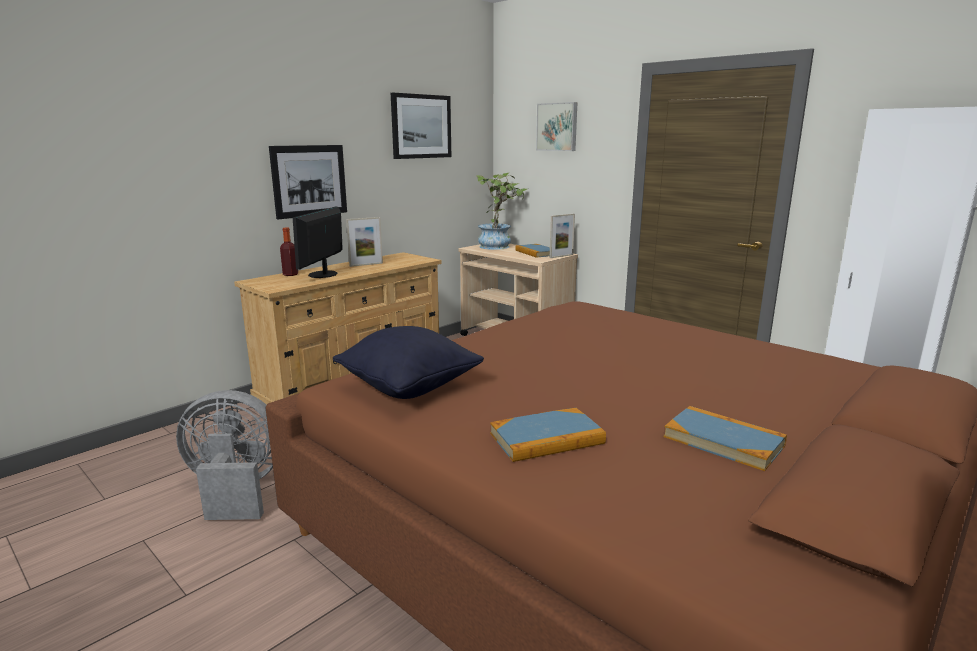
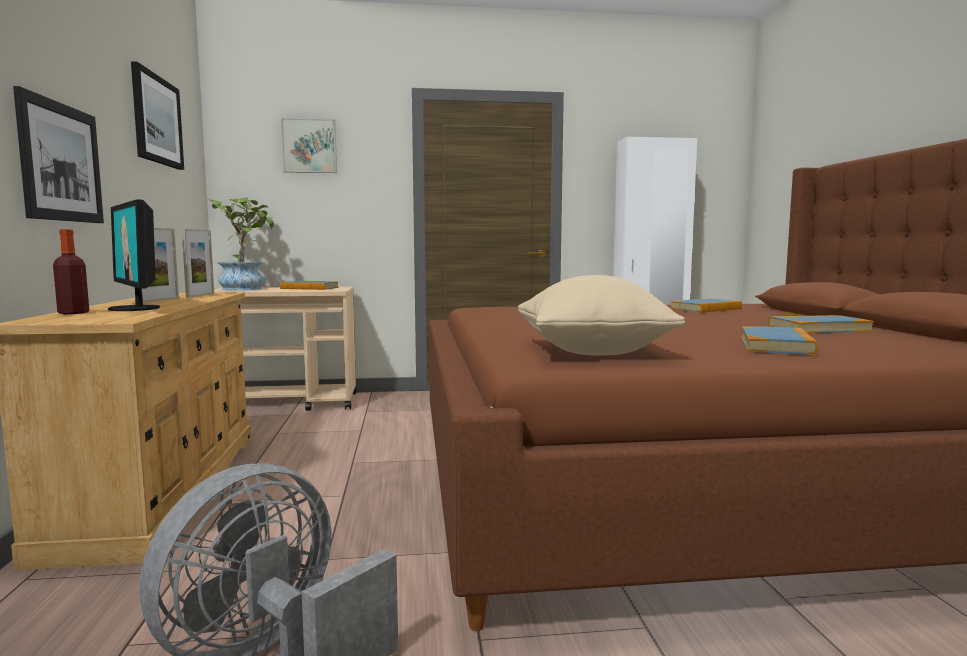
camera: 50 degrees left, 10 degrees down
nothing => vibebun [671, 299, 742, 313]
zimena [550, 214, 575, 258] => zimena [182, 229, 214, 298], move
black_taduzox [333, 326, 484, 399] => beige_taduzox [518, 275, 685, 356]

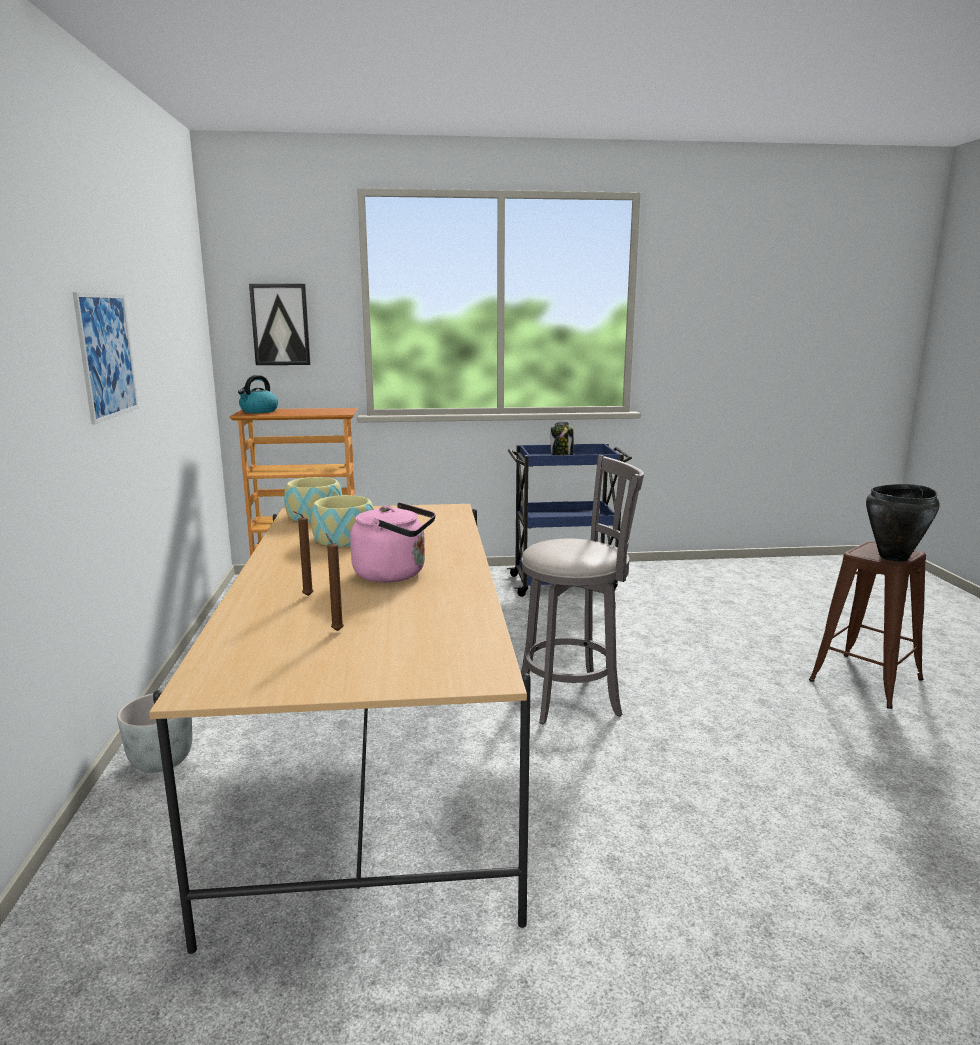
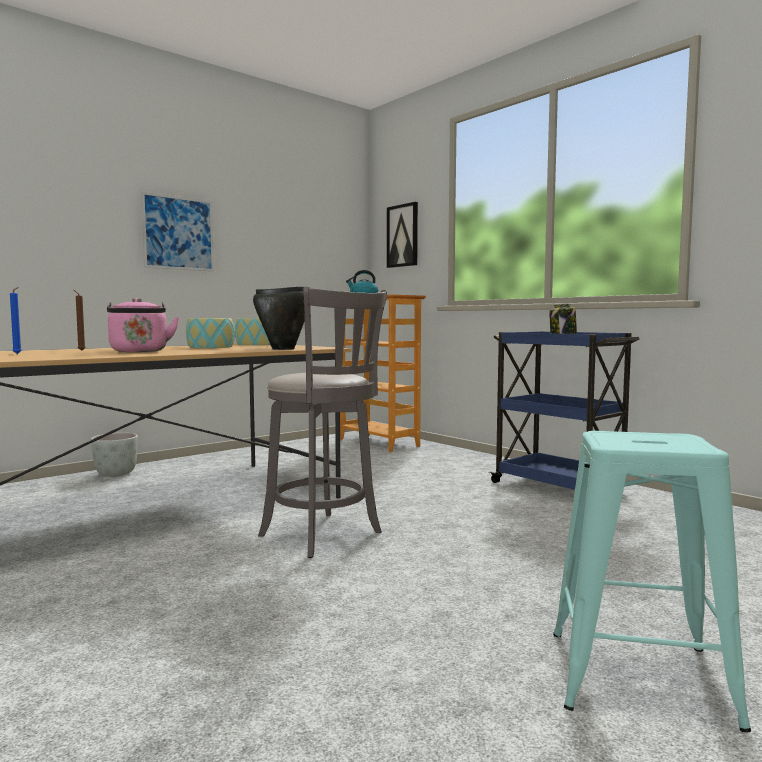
camera: 55 degrees right, 10 degrees down
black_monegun [866, 484, 940, 562] => black_monegun [253, 287, 305, 350], move
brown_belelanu [326, 533, 344, 631] => blue_belelanu [10, 287, 22, 354]
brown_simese [809, 541, 926, 709] => turquoise_simese [553, 431, 751, 732]

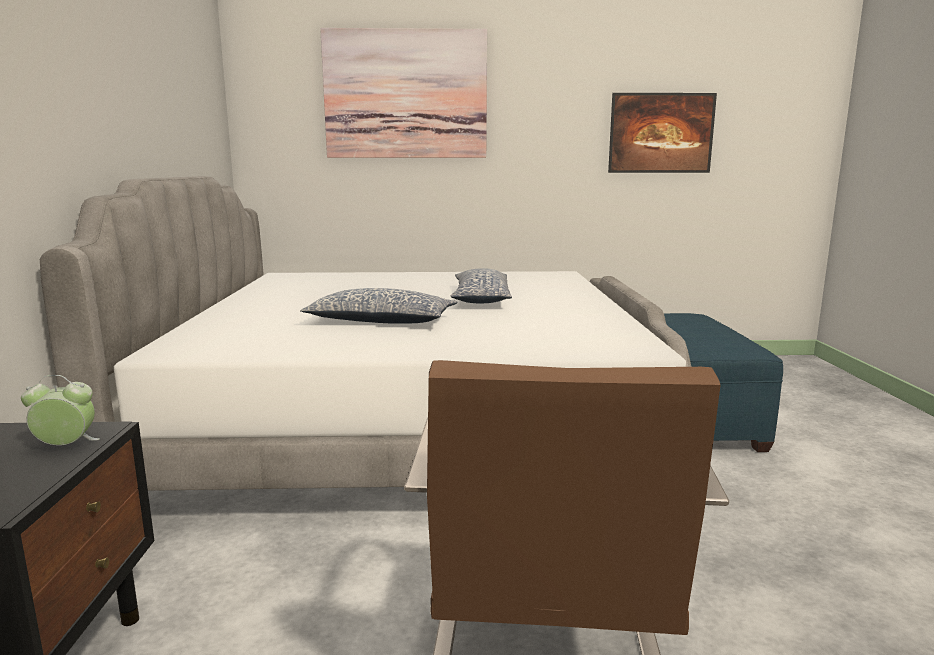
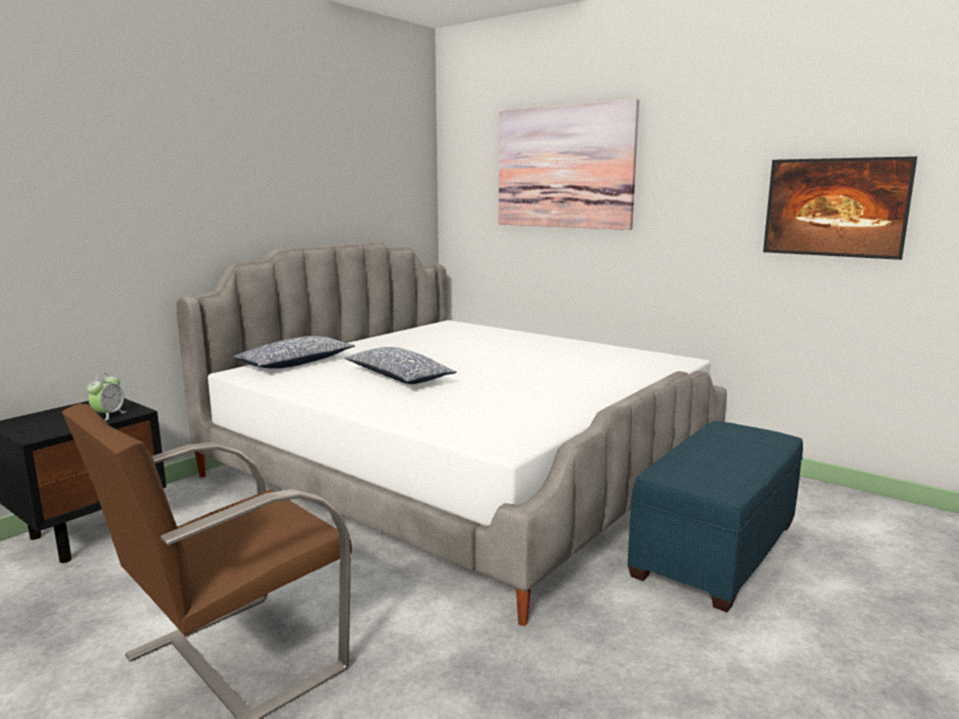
camera: 40 degrees right, 0 degrees up
taduzox [450, 268, 512, 303] => taduzox [233, 336, 355, 369], move
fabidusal [21, 375, 100, 445] => fabidusal [87, 373, 127, 421], 75 degrees clockwise

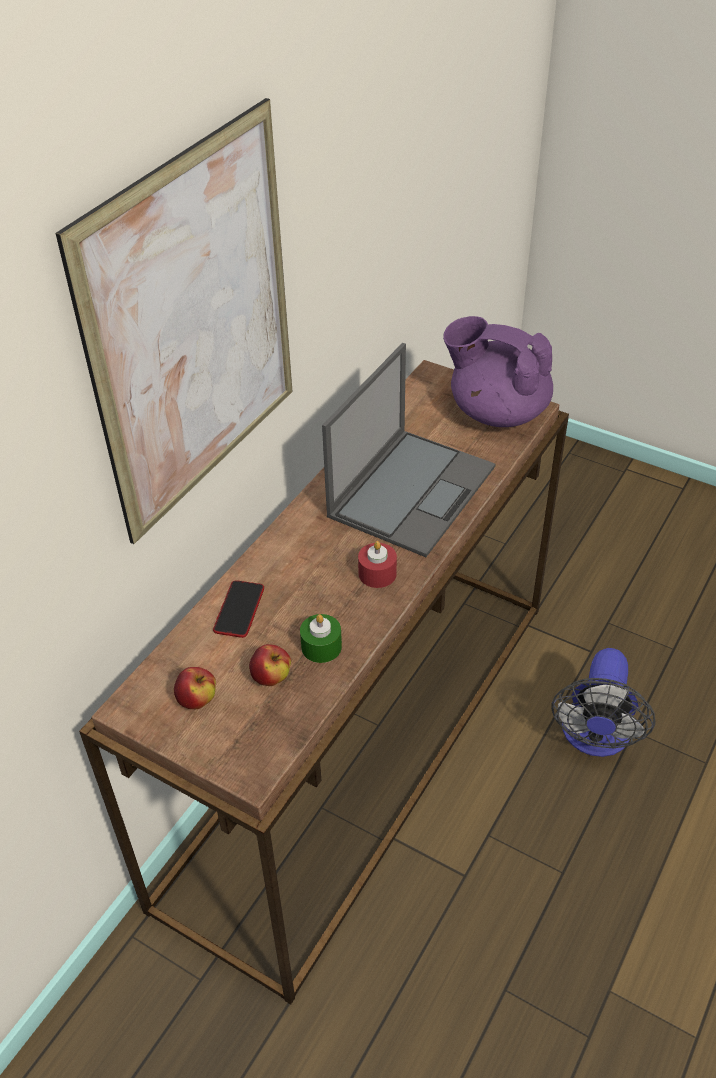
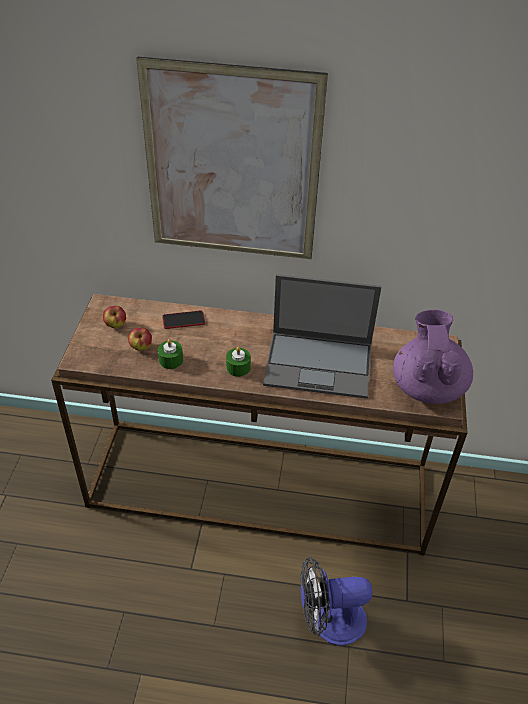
camera: 65 degrees right, 0 degrees up
red_belelanu [358, 541, 397, 588] => green_belelanu [226, 347, 251, 377]

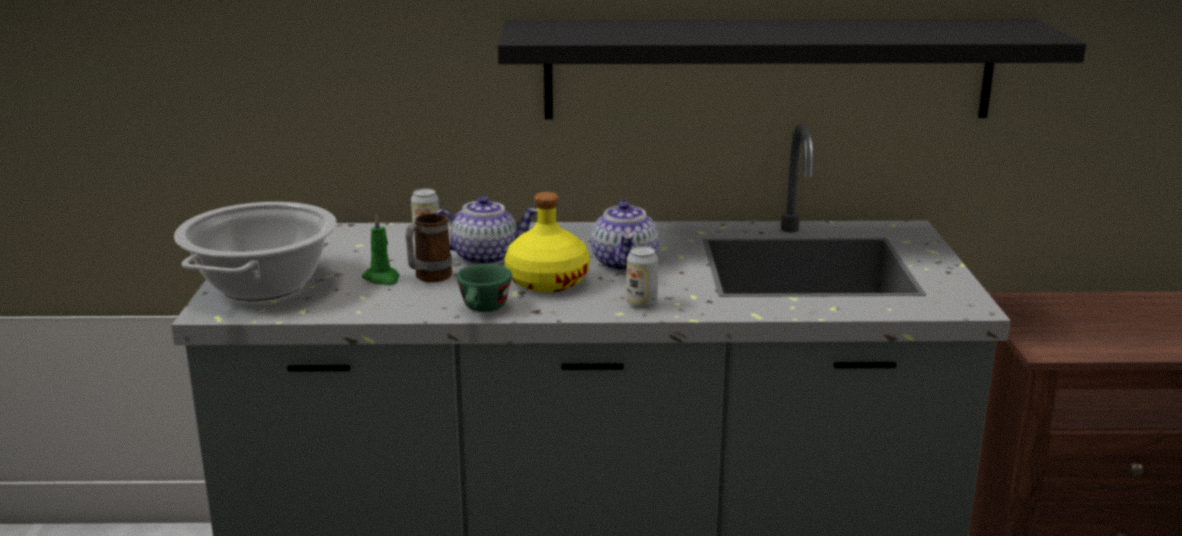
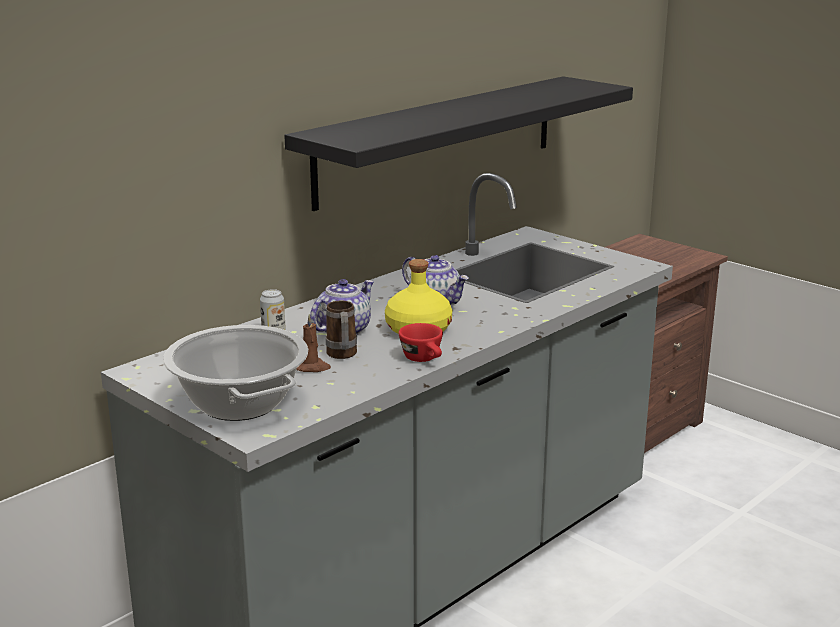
camera: 45 degrees left, 0 degrees up
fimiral [626, 246, 658, 308] => nothing
green_belelanu [362, 214, 399, 285] => brown_belelanu [296, 314, 331, 372]
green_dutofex [456, 264, 512, 312] => red_dutofex [399, 323, 443, 362]

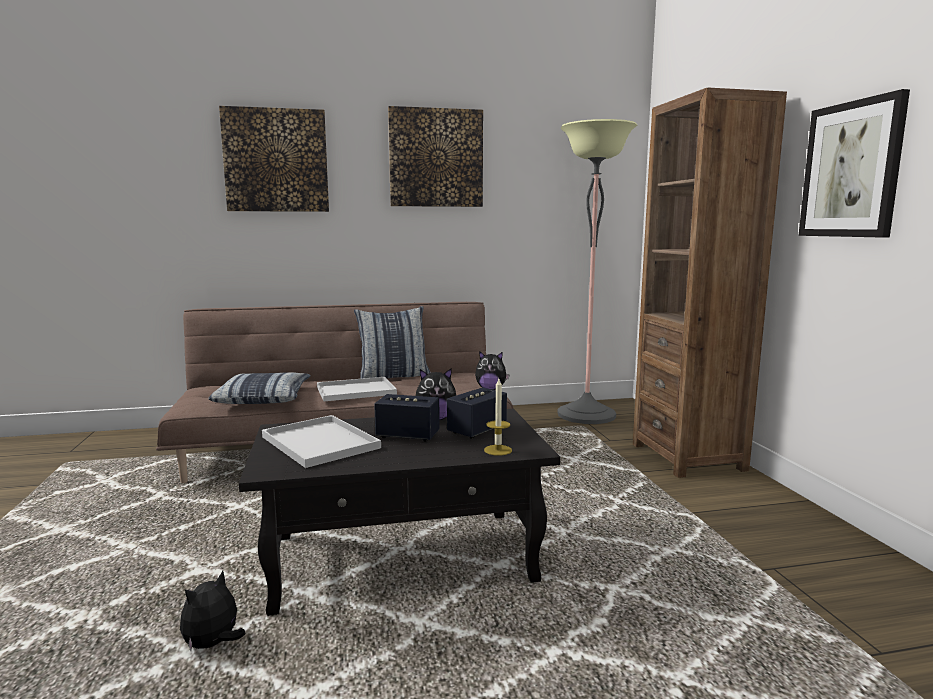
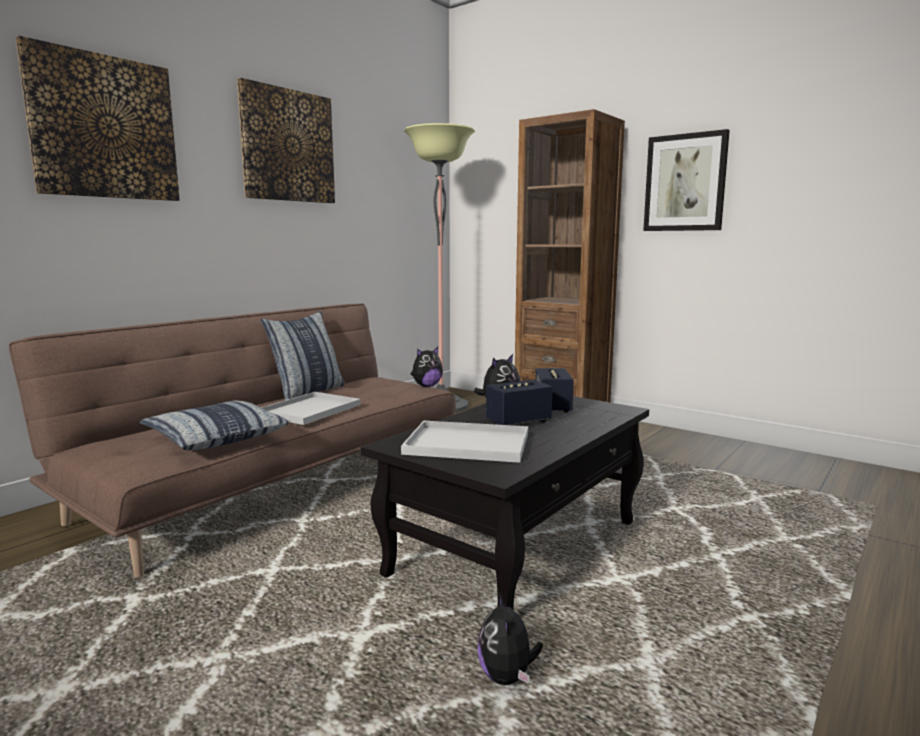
camera: 40 degrees left, 0 degrees up
belelanu [484, 379, 512, 456] => nothing

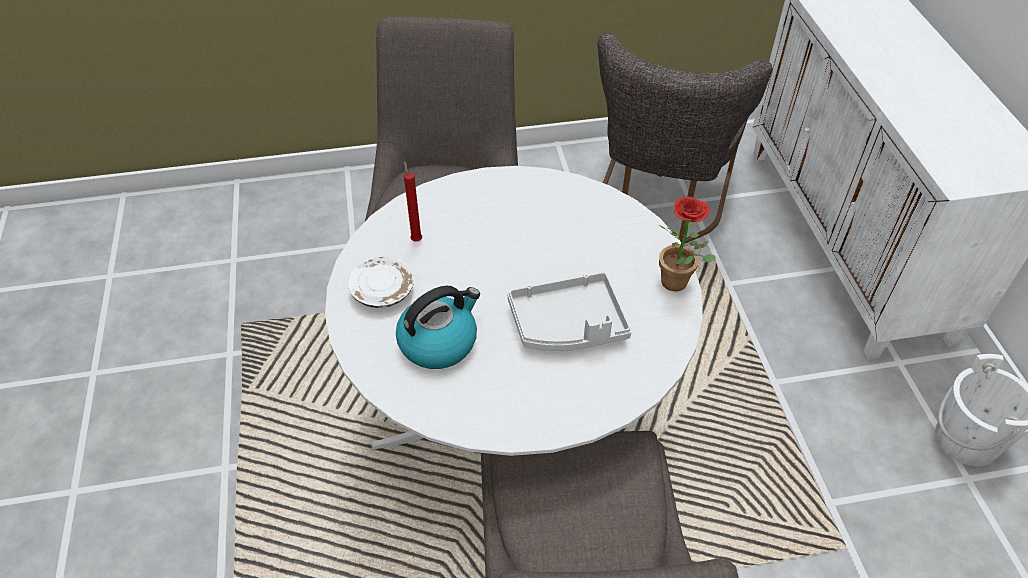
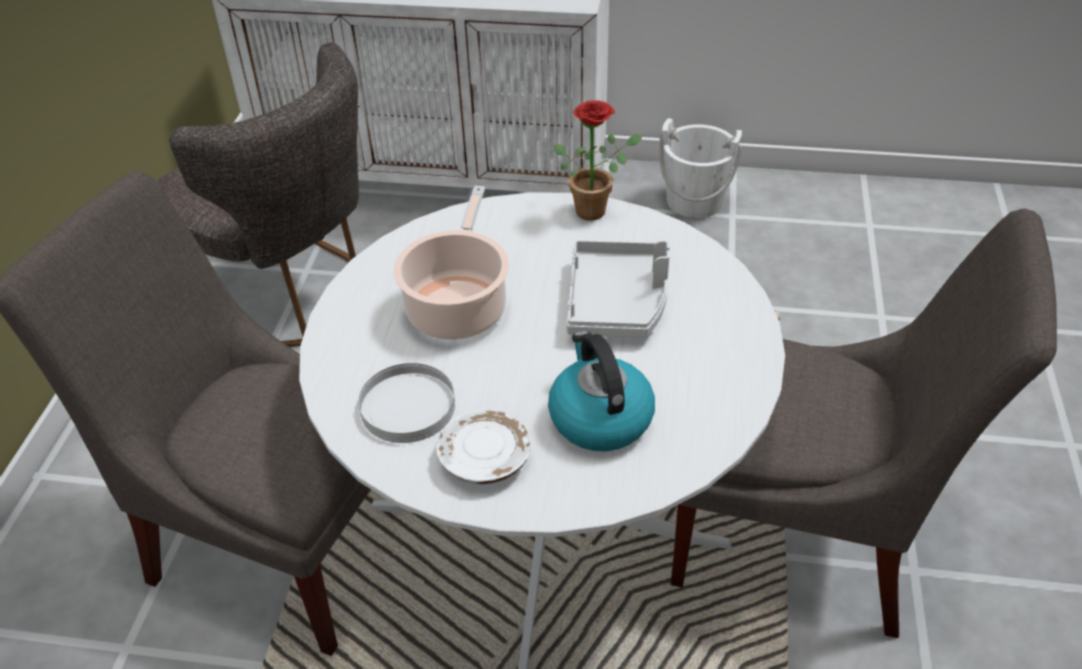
camera: 70 degrees left, 5 degrees down
nothing => monegun [394, 186, 509, 340]
red_belelanu [404, 161, 422, 241] => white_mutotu [359, 363, 455, 443]

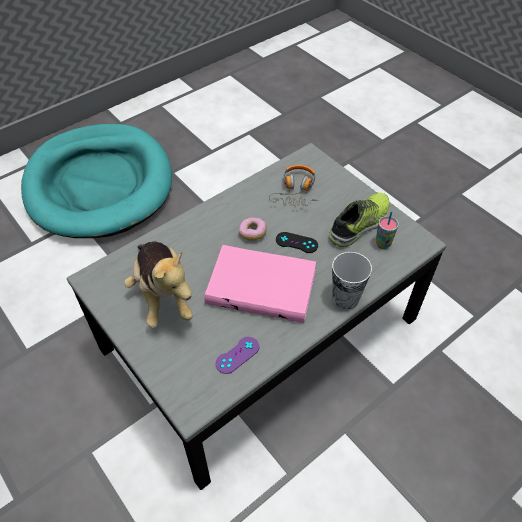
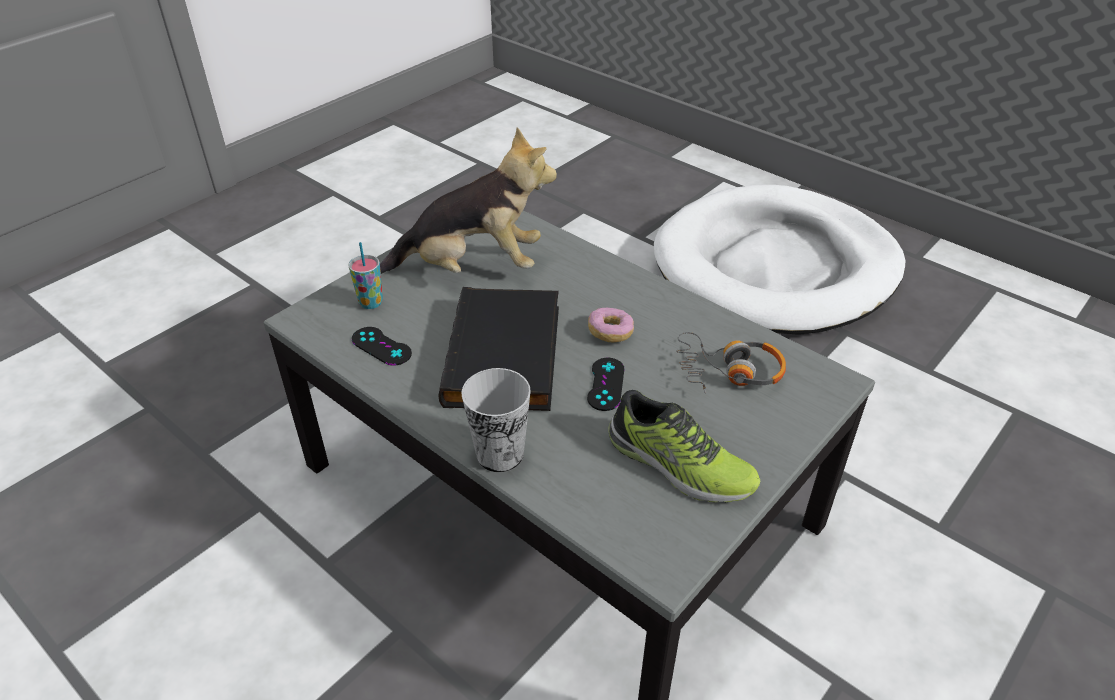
camera: 80 degrees right, 10 degrees down
dutofex [376, 211, 399, 249] => dutofex [348, 242, 383, 309], move
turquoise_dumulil [21, 124, 172, 238] => white_dumulil [654, 185, 905, 335]
pink_vibebun [205, 245, 316, 323] => black_vibebun [438, 287, 559, 411]
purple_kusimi [215, 337, 259, 374] => black_kusimi [352, 327, 412, 365]
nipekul [124, 242, 193, 328] => nipekul [380, 127, 557, 274], 150 degrees counterclockwise

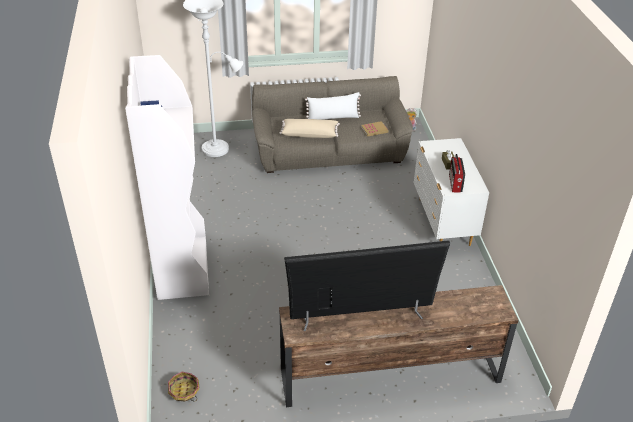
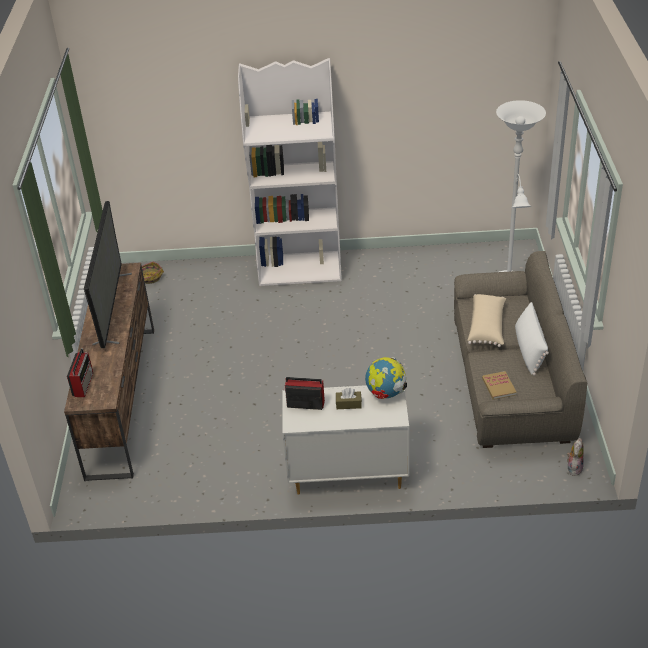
camera: 100 degrees right, 0 degrees up
nothing => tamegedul [67, 348, 93, 397]
nothing => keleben [365, 357, 407, 399]

